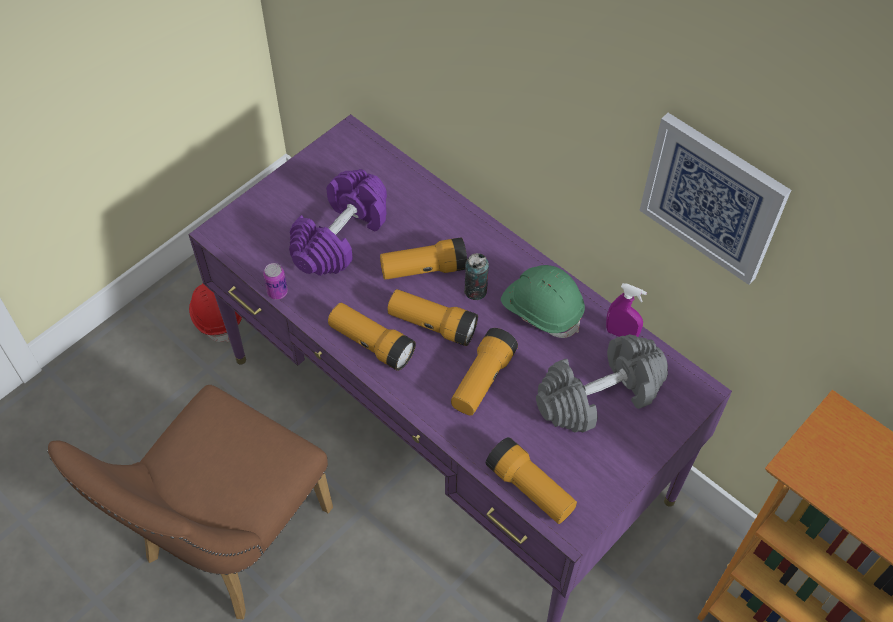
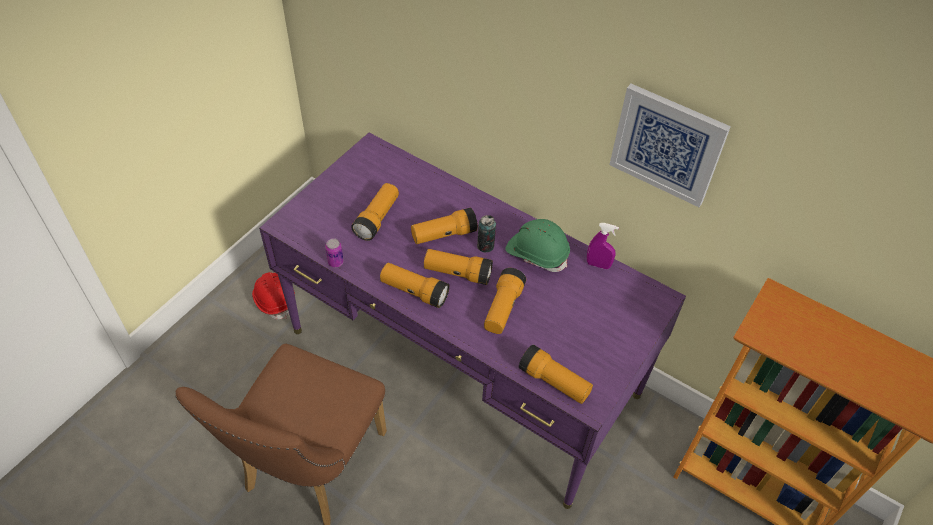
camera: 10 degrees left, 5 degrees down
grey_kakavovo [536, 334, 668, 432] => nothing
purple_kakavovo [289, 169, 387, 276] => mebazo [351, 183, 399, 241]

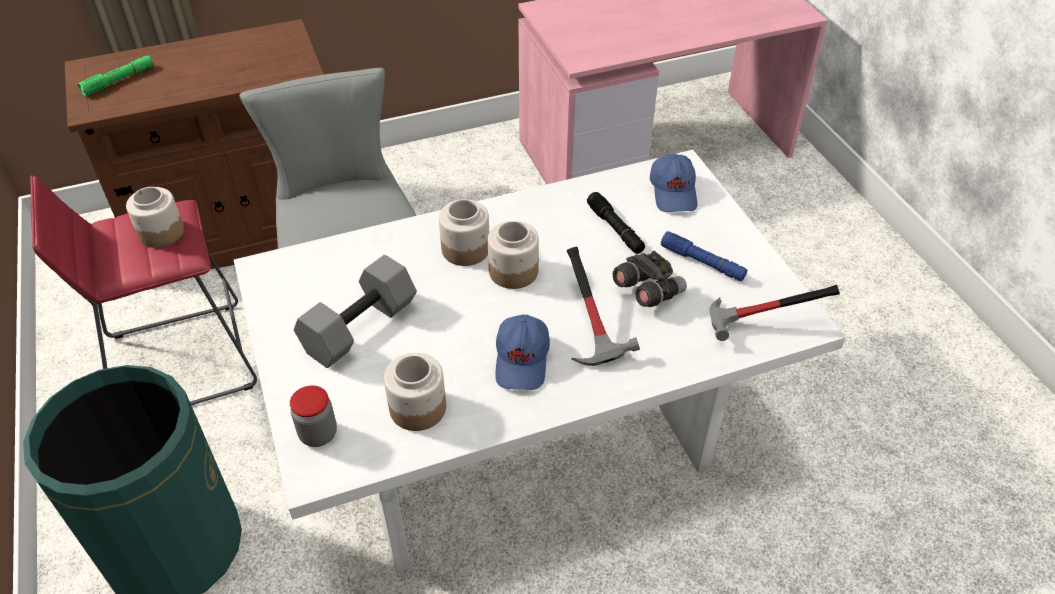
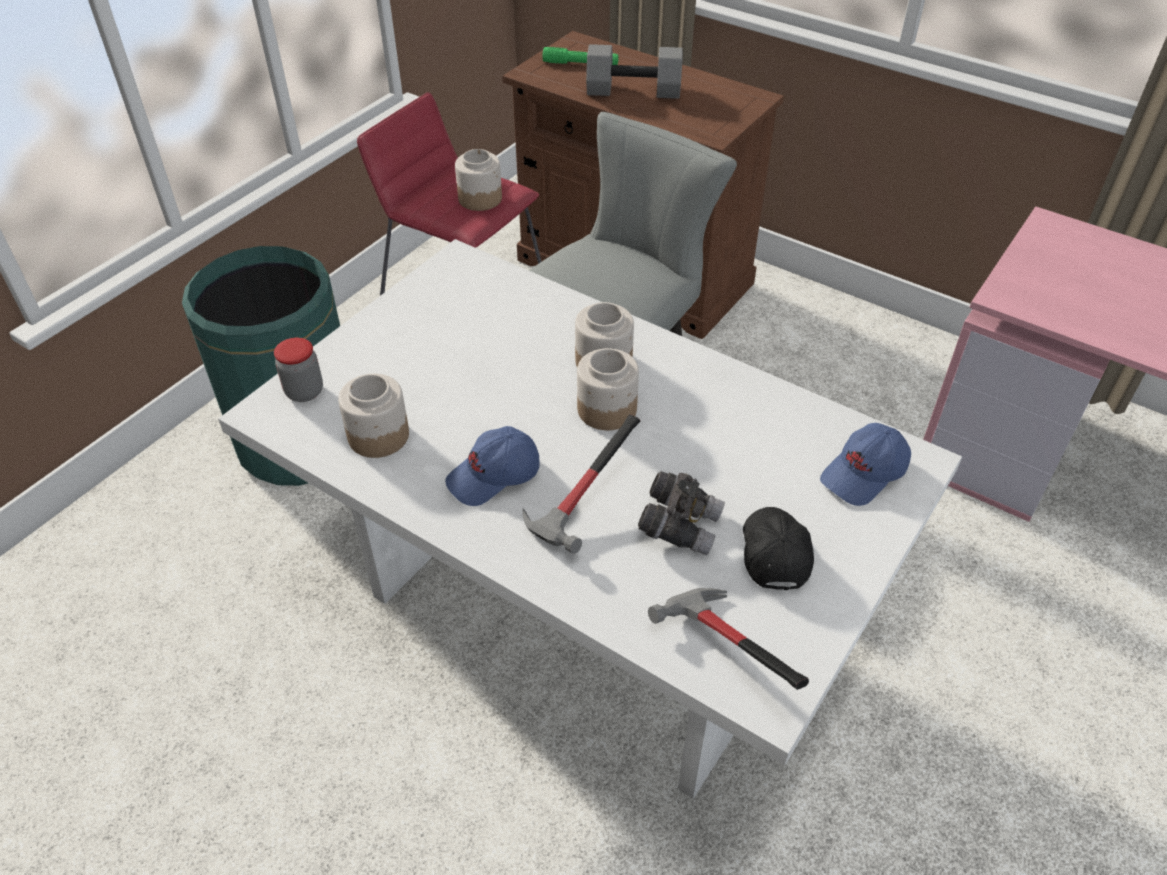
camera: 55 degrees right, 0 degrees up
black_mebazo [587, 192, 645, 254] => nothing
grey_kakavovo [294, 255, 417, 368] => grey_kakavovo [586, 44, 683, 99], move
blue_mebazo [661, 231, 747, 281] => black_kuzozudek [743, 507, 814, 591]

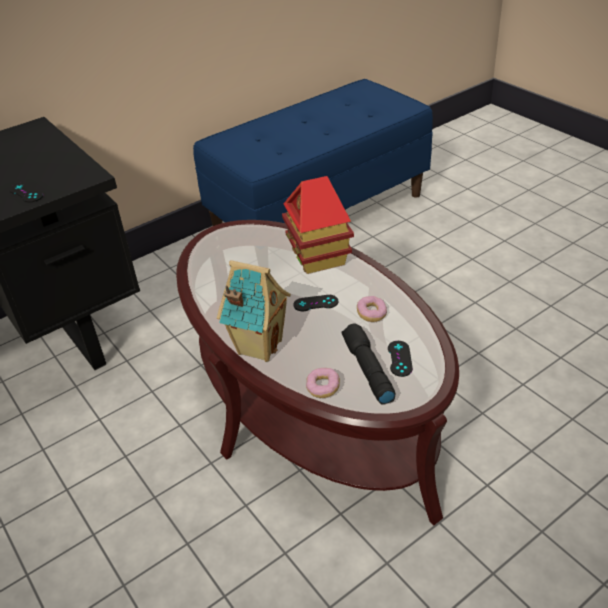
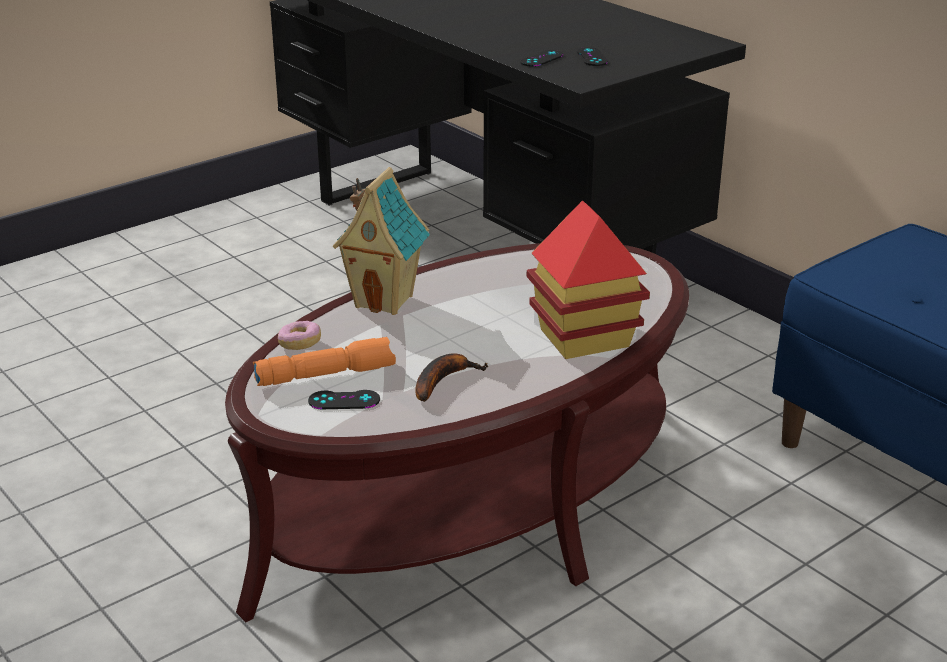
camera: 85 degrees right, 10 degrees down
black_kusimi [294, 295, 338, 311] => black_kusimi [577, 47, 608, 66], move
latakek [357, 296, 387, 322] => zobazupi [415, 353, 488, 402]
black_mebazo [342, 323, 395, 405] => orange_mebazo [253, 337, 396, 386]

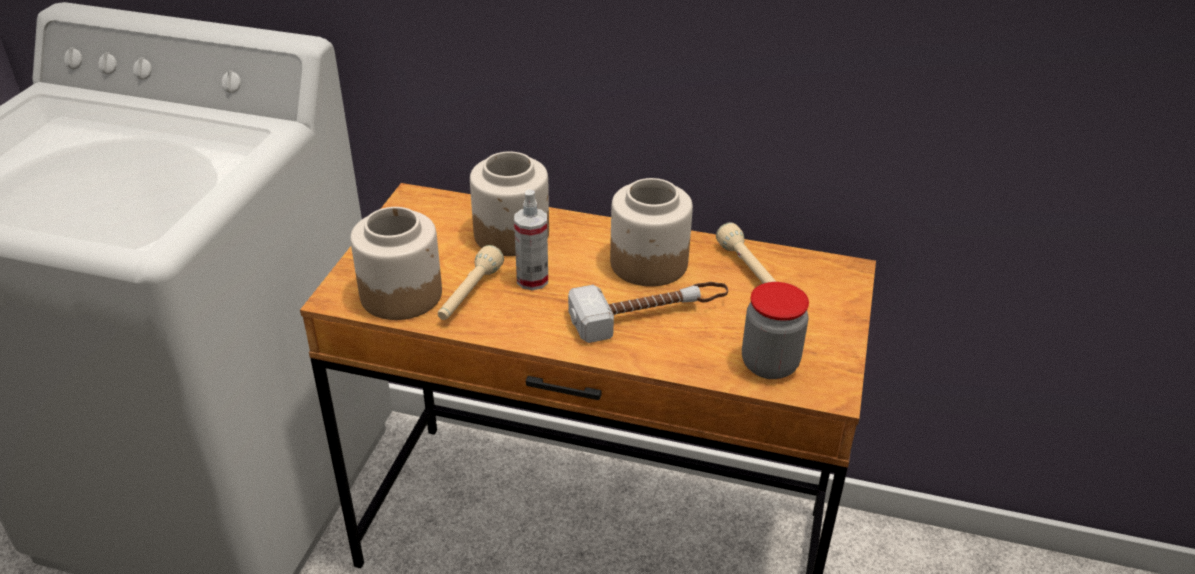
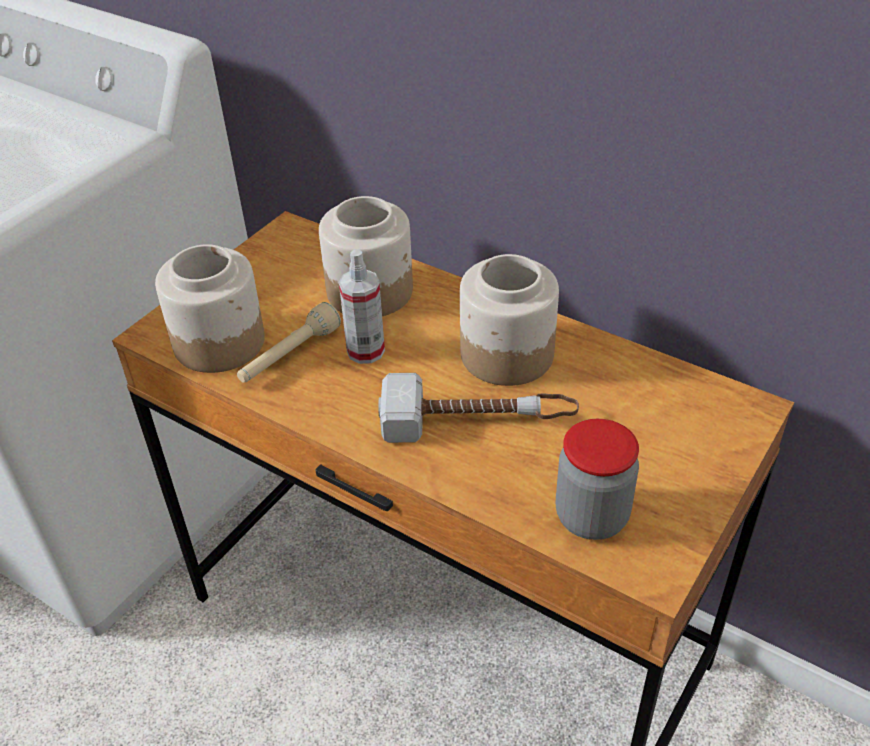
camera: 20 degrees right, 5 degrees up
beige_mebazo [716, 222, 776, 283] => nothing

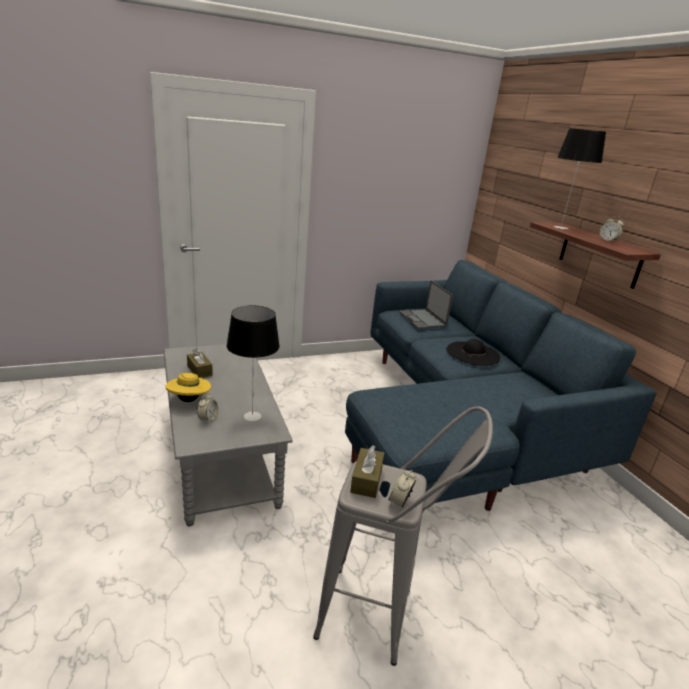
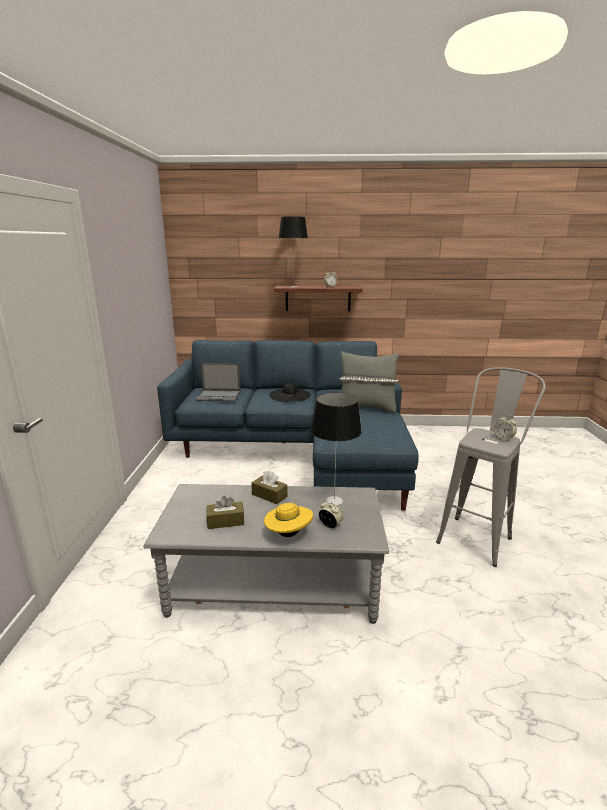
camera: 65 degrees left, 5 degrees down
nothing => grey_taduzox [339, 351, 399, 413]
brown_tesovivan [350, 445, 384, 498] => brown_tesovivan [251, 471, 288, 504], move

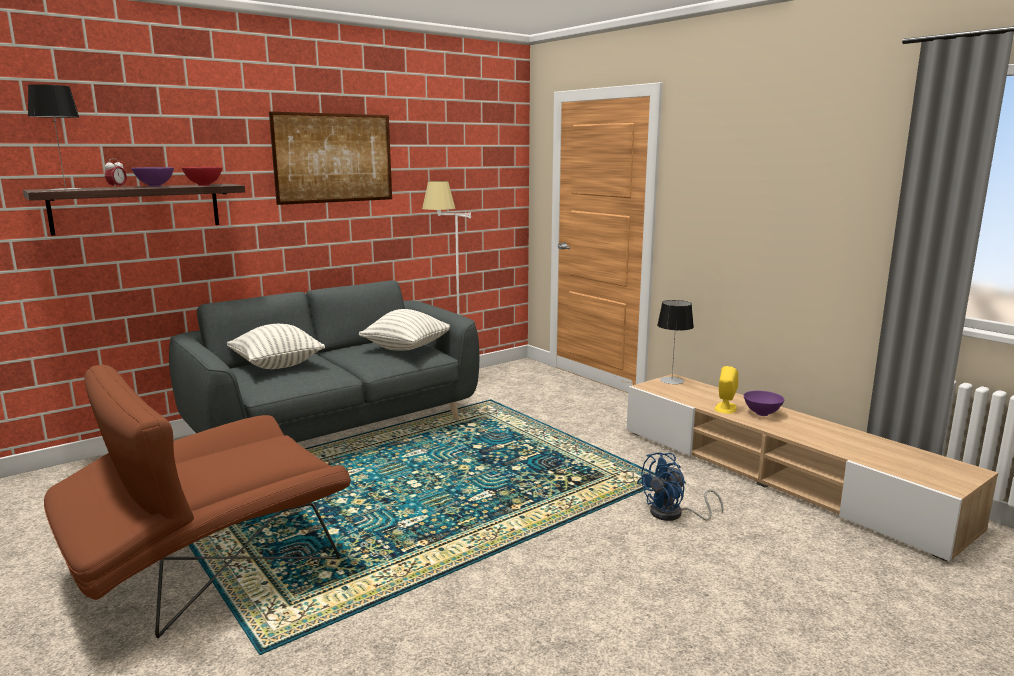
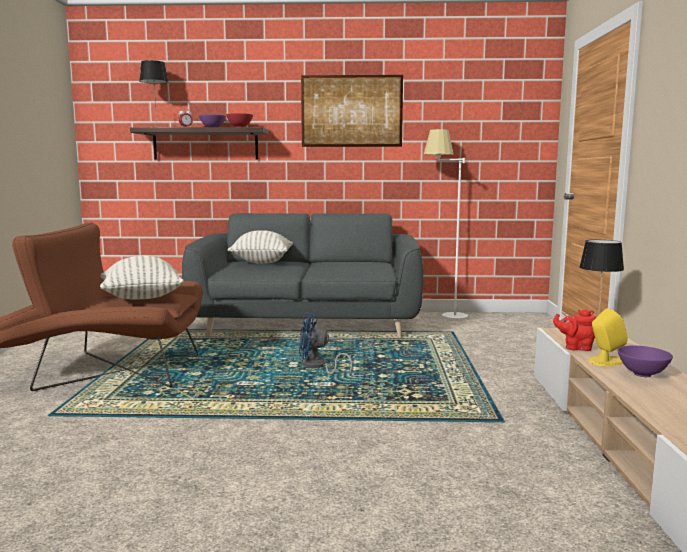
camera: 40 degrees right, 5 degrees down
nothing => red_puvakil [553, 309, 597, 351]
taduzox [359, 309, 450, 351] => taduzox [100, 256, 184, 299], move
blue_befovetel [637, 453, 723, 521] => blue_befovetel [299, 313, 352, 374], move

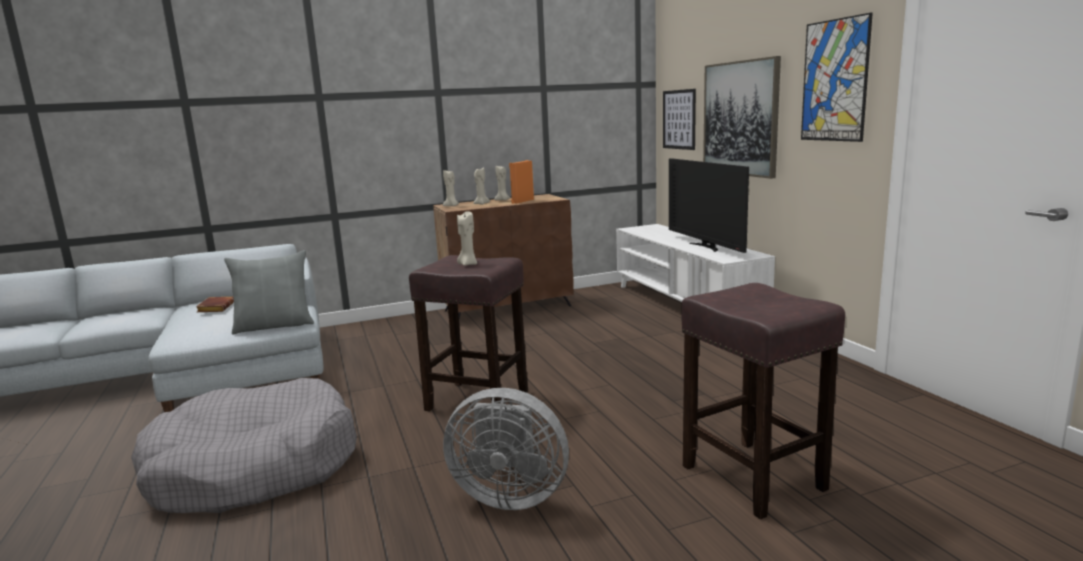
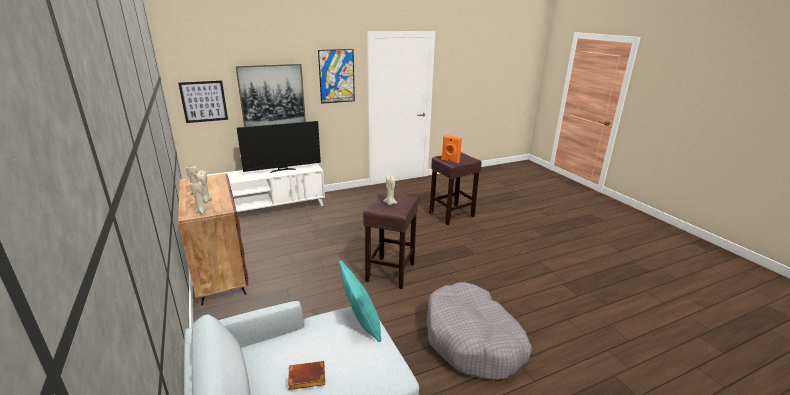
camera: 95 degrees left, 10 degrees up
grey_befovetel [443, 388, 569, 510] => nothing
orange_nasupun [509, 160, 534, 204] => orange_nasupun [441, 135, 462, 163], move
grey_taduzox [224, 250, 314, 335] => turquoise_taduzox [339, 261, 381, 342]

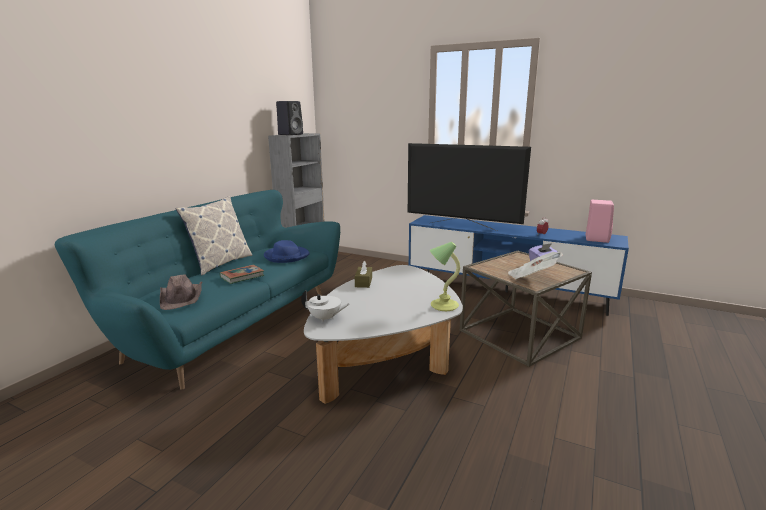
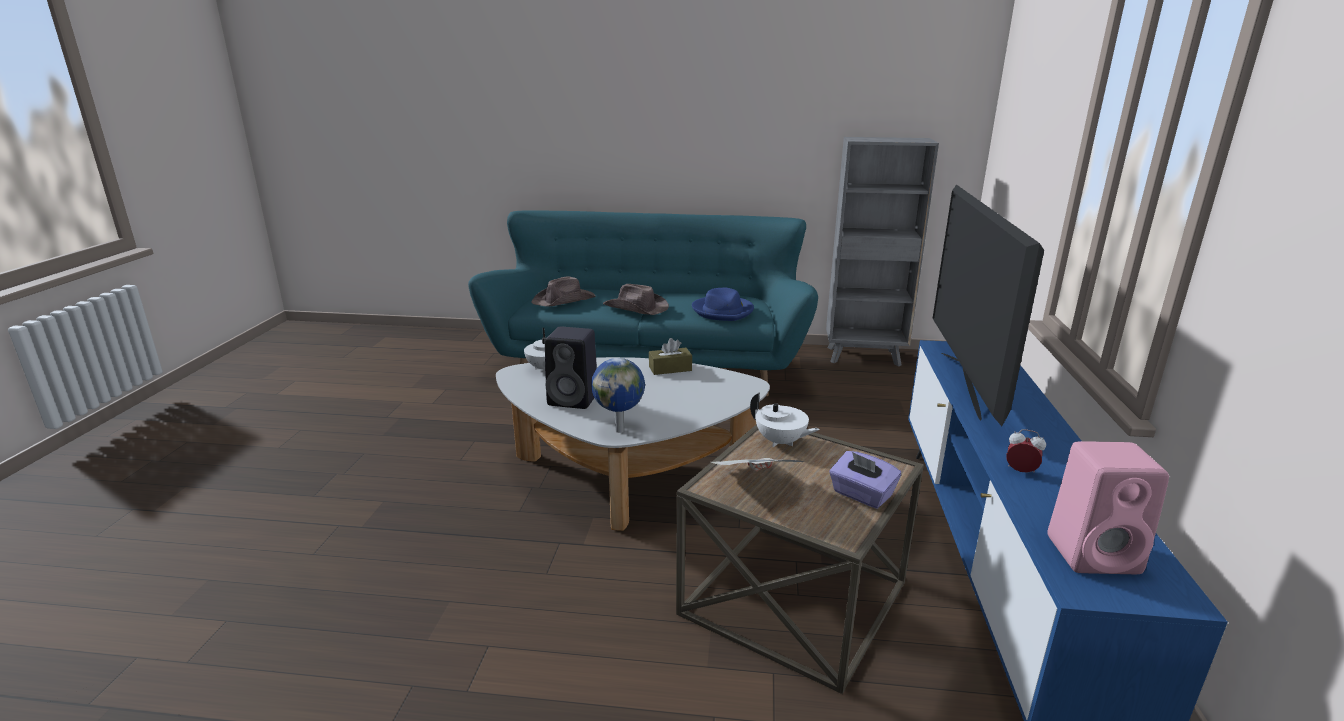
camera: 70 degrees right, 5 degrees up
taduzox [175, 196, 252, 275] => nothing
nothing => white_puvakil [750, 392, 820, 447]
black_nasupun [276, 101, 303, 135] => black_nasupun [545, 326, 597, 409], move
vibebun [220, 265, 265, 284] => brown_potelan [603, 284, 669, 315]
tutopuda [430, 242, 460, 311] => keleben [591, 358, 645, 433]

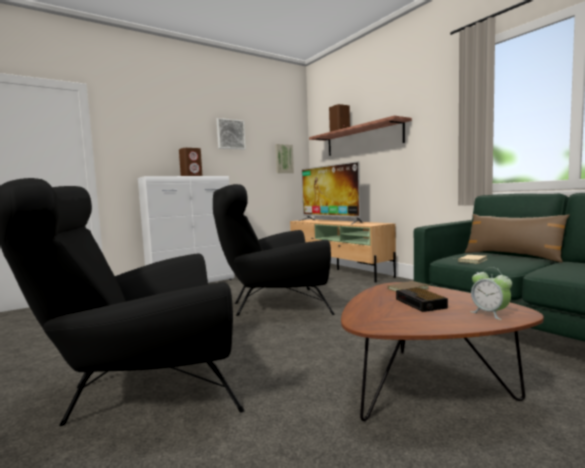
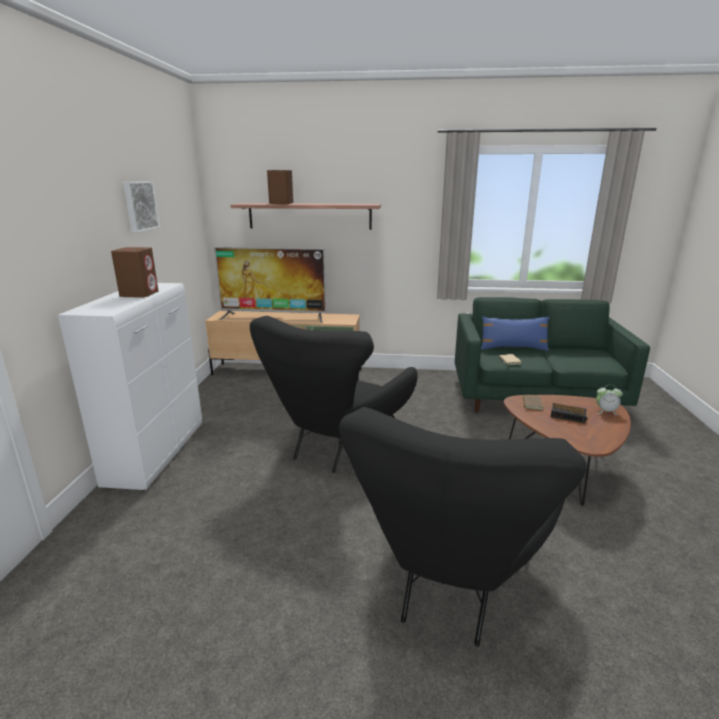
camera: 50 degrees left, 15 degrees up
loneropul [275, 144, 294, 173] => nothing
brown_taduzox [465, 214, 570, 262] => blue_taduzox [481, 316, 549, 351]

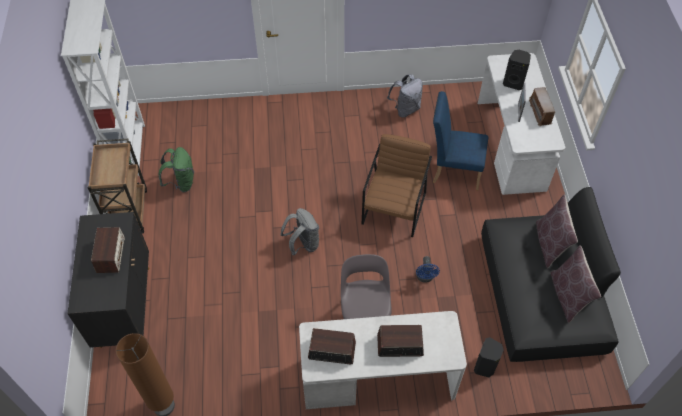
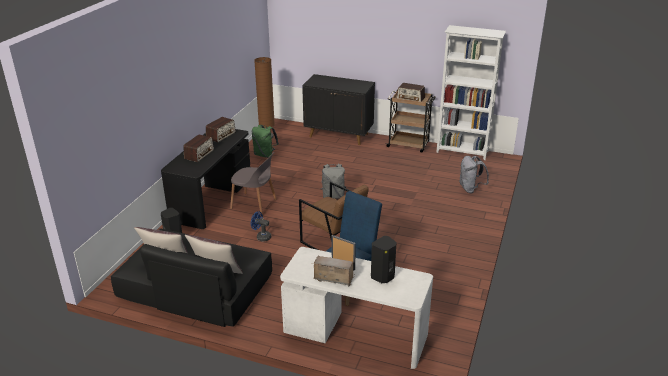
camera: 115 degrees right, 25 degrees down
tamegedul [91, 227, 125, 273] => tamegedul [397, 83, 425, 102], move
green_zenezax [158, 147, 194, 192] => green_zenezax [252, 125, 279, 158], move
grey_zenezax [387, 74, 423, 117] => grey_zenezax [459, 156, 489, 194], move
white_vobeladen [299, 311, 467, 409] => black_vobeladen [161, 129, 250, 229]

